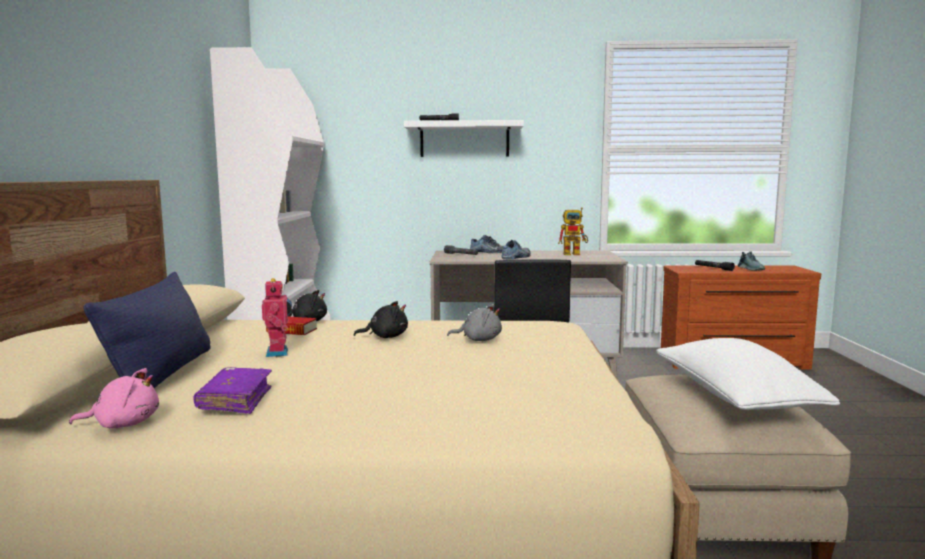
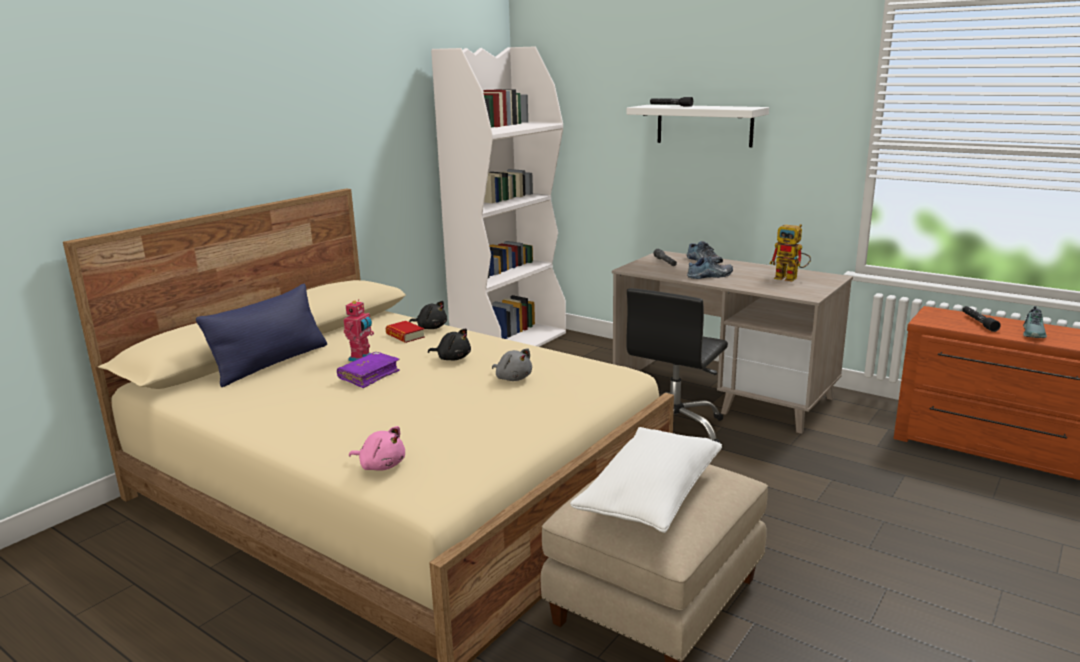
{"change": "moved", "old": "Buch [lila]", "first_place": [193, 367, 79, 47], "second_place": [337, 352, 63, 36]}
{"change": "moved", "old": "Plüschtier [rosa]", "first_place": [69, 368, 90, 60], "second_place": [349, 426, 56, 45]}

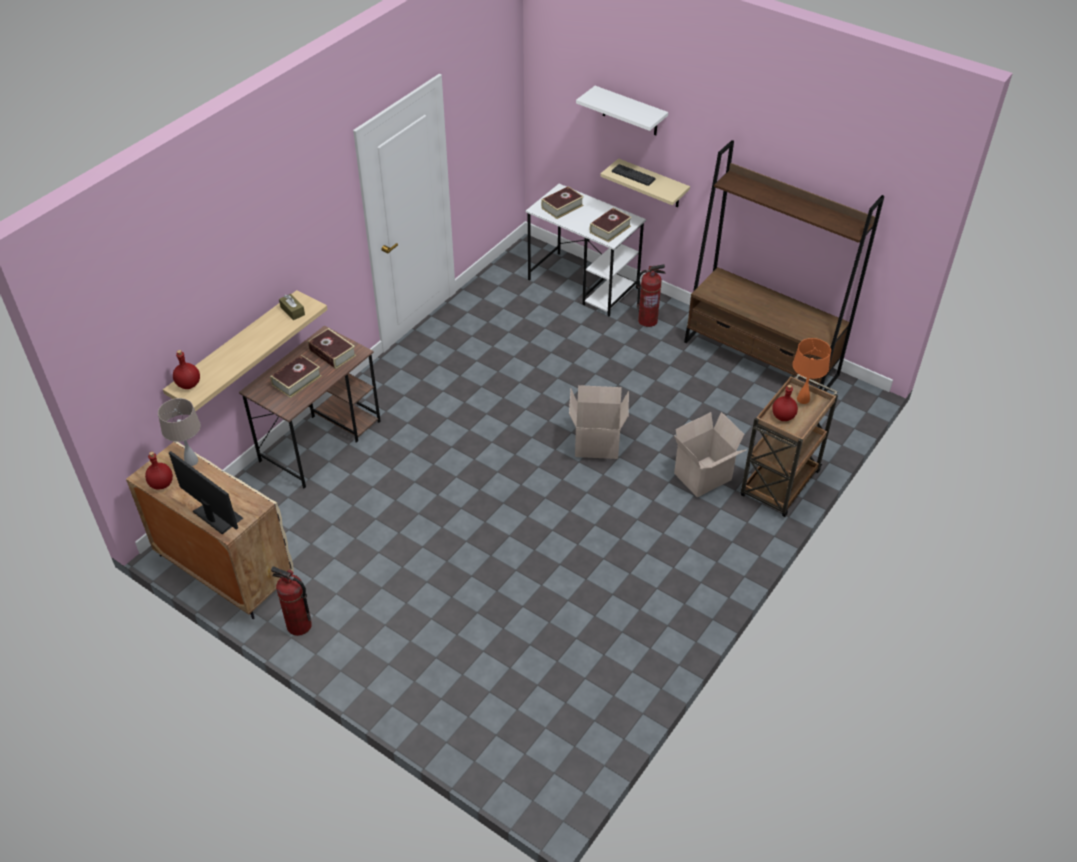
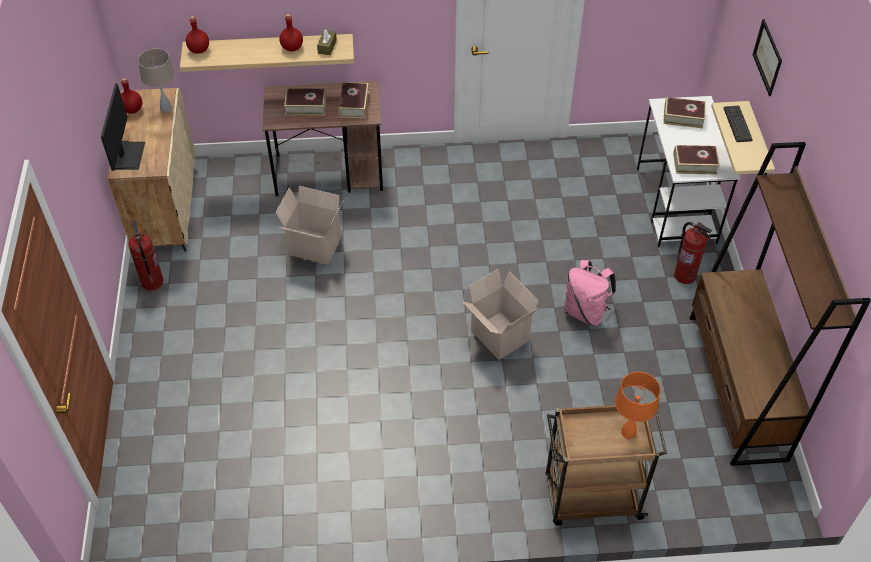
{"change": "replaced", "old": "Wandregal [weiß]", "new": "Bild", "first_place": [576, 86, 92, 49], "second_place": [752, 19, 30, 77]}
{"change": "moved", "old": "Flasche [rot]", "first_place": [772, 385, 26, 36], "second_place": [279, 14, 24, 38]}
{"change": "moved", "old": "Karton", "first_place": [674, 412, 72, 86], "second_place": [276, 186, 67, 79]}
{"change": "added", "new": "Rucksack [rosa]", "second_place": [564, 260, 52, 66]}

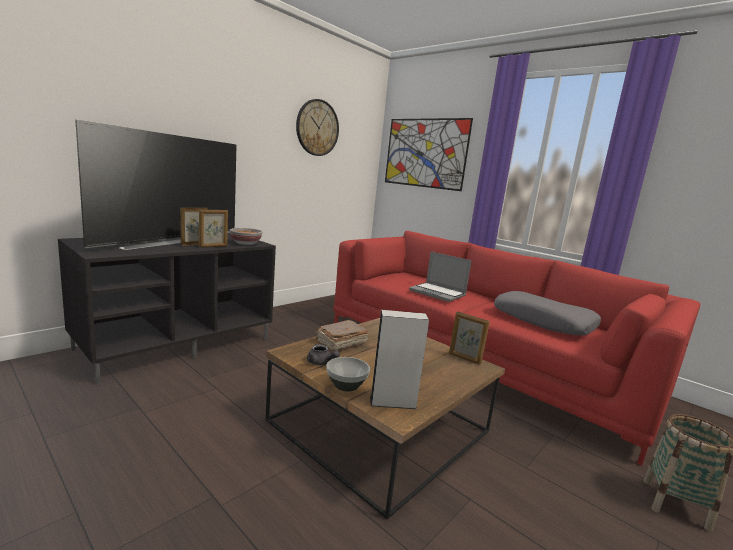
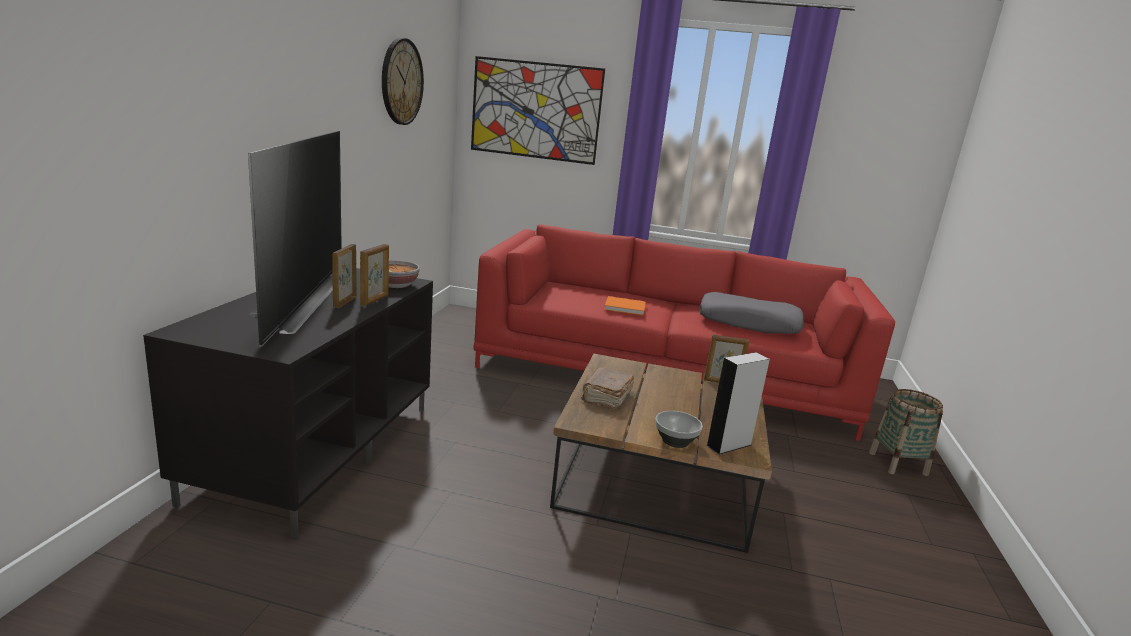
{"change": "replaced", "old": "Laptop", "new": "Buch [orange]", "first_place": [409, 251, 63, 51], "second_place": [604, 296, 42, 19]}
{"change": "removed", "old": "Teekanne [grau]", "first_place": [307, 344, 33, 21]}

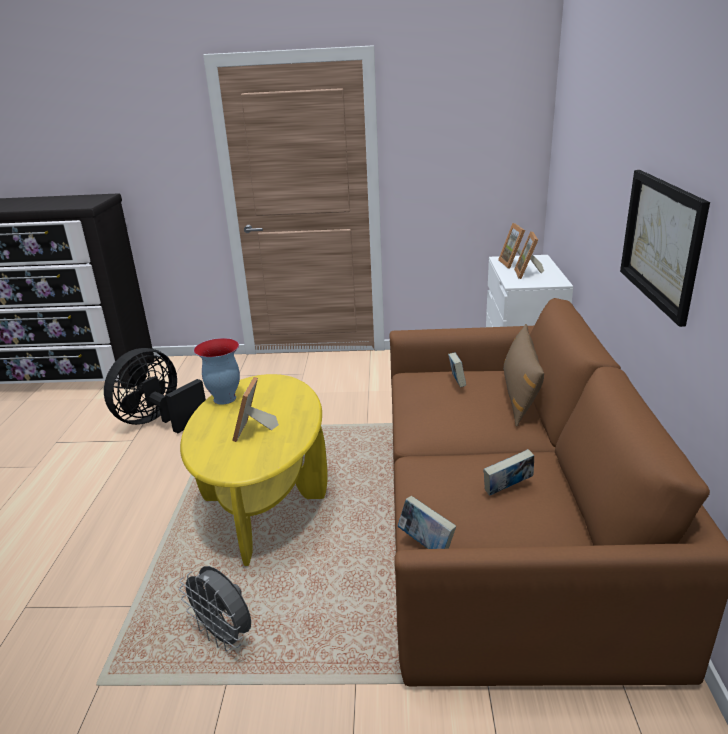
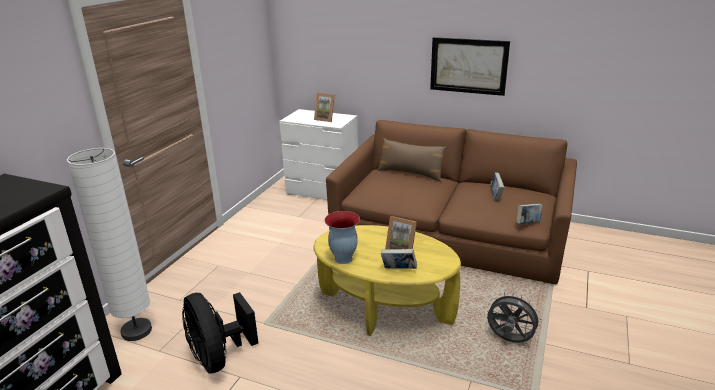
{"change": "removed", "old": "Bilderrahmen", "first_place": [498, 223, 27, 46]}
{"change": "moved", "old": "Buch", "first_place": [448, 352, 18, 35], "second_place": [381, 249, 36, 20]}
{"change": "turned", "old": "Ventilator [grau]", "first_place": [179, 566, 72, 85], "second_place": [487, 292, 55, 51], "degrees": -120}
{"change": "added", "new": "Stehlampe [weiß]", "second_place": [67, 148, 85, 193]}

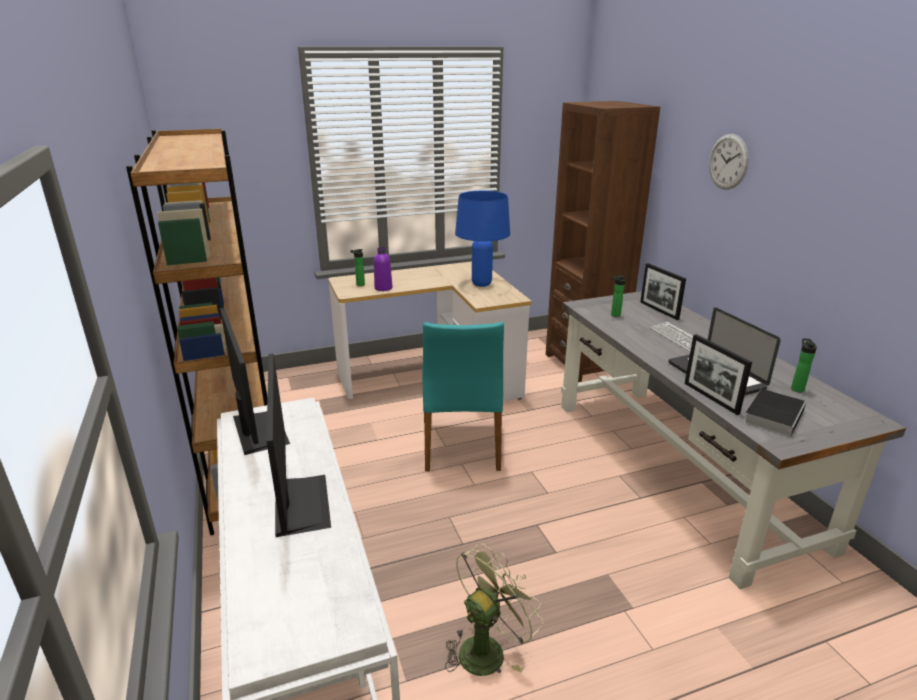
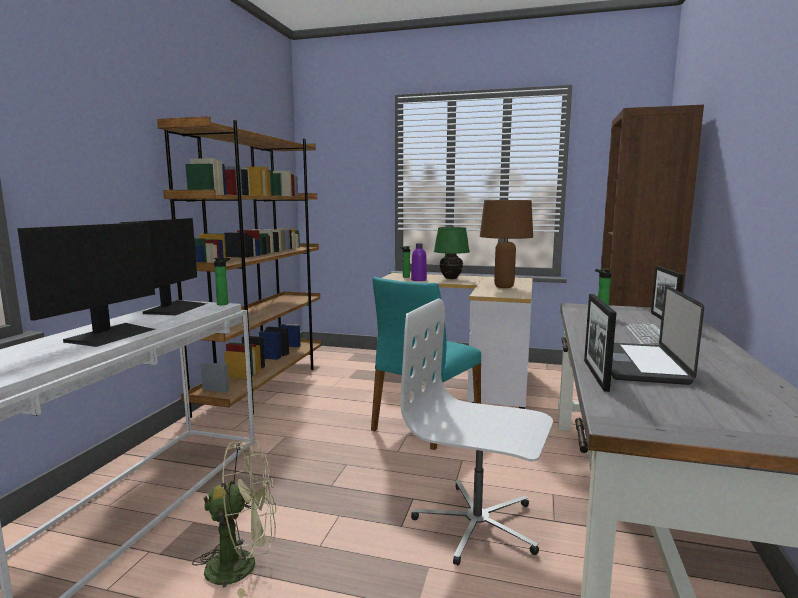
{"change": "removed", "old": "Wanduhr", "first_place": [709, 134, 40, 56]}
{"change": "recoloured", "old": "Tischlampe [blau]", "new": "Tischlampe [braun]", "first_place": [455, 191, 55, 96], "second_place": [480, 200, 53, 88]}
{"change": "moved", "old": "Flasche", "first_place": [791, 339, 26, 53], "second_place": [214, 258, 16, 47]}
{"change": "removed", "old": "Buch", "first_place": [744, 389, 62, 48]}
{"change": "added", "new": "Tischlampe [grün]", "second_place": [434, 227, 36, 52]}
{"change": "added", "new": "Bürostuhl [weiß]", "second_place": [401, 299, 152, 267]}

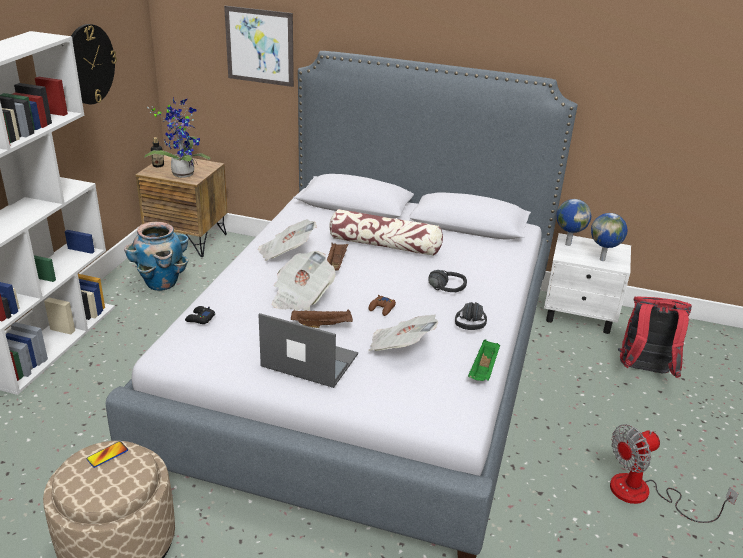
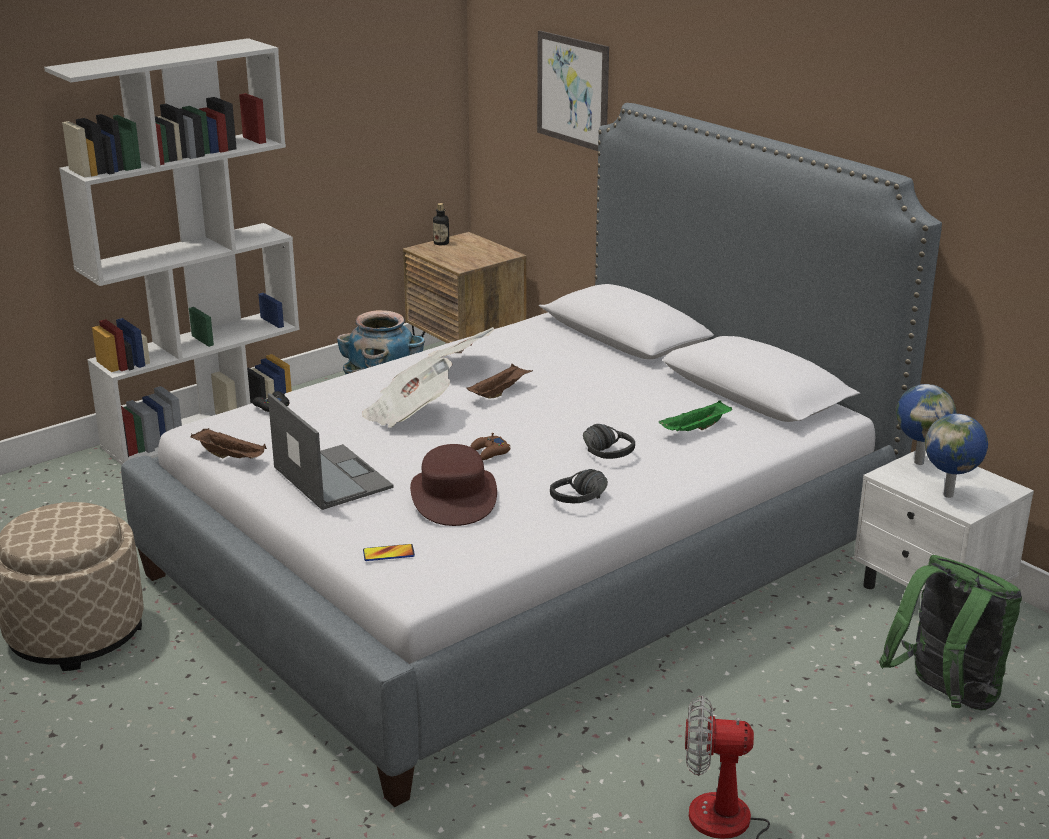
{"change": "removed", "old": "Wanduhr", "first_place": [71, 24, 46, 80]}
{"change": "removed", "old": "Topfpflanze", "first_place": [144, 96, 67, 82]}
{"change": "removed", "old": "Kissen", "first_place": [329, 209, 114, 47]}
{"change": "recoloured", "old": "Rucksack [rot]", "new": "Rucksack [grün]", "first_place": [618, 297, 74, 81], "second_place": [879, 555, 143, 155]}
{"change": "moved", "old": "Tablett [braun]", "first_place": [291, 309, 62, 19], "second_place": [191, 428, 76, 30]}
{"change": "replaced", "old": "Zeitung", "new": "Hut [braun]", "first_place": [368, 314, 70, 37], "second_place": [410, 444, 87, 82]}
{"change": "moved", "old": "Tablett [grün]", "first_place": [468, 339, 32, 42], "second_place": [659, 400, 73, 31]}
{"change": "moved", "old": "Handy", "first_place": [86, 441, 42, 27], "second_place": [363, 544, 52, 17]}

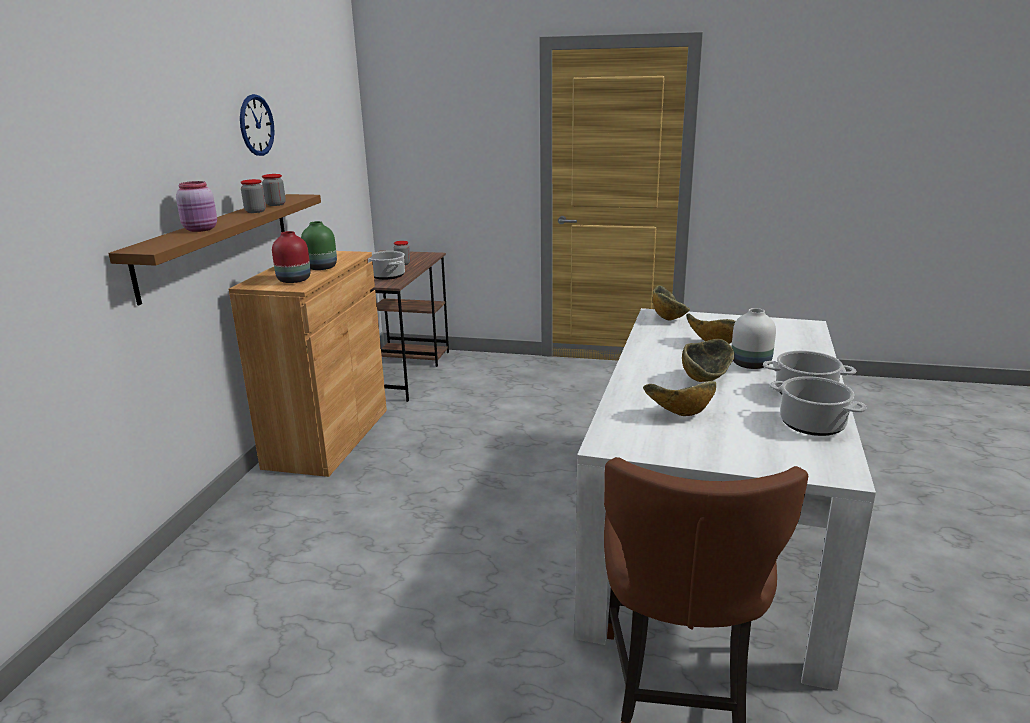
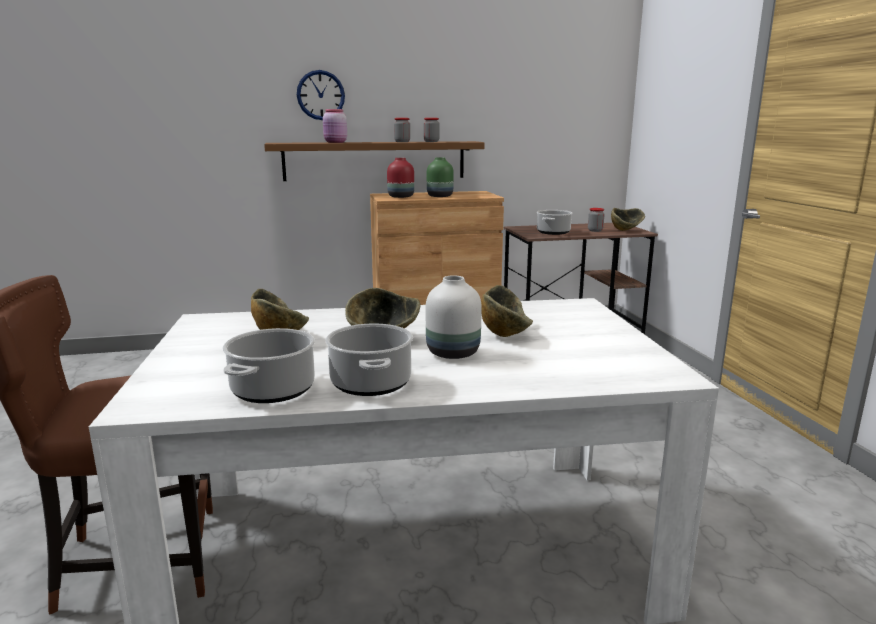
{"change": "moved", "old": "Wanduhr", "first_place": [240, 94, 35, 62], "second_place": [297, 70, 48, 50]}
{"change": "moved", "old": "Schüssel", "first_place": [653, 285, 37, 35], "second_place": [611, 208, 34, 23]}

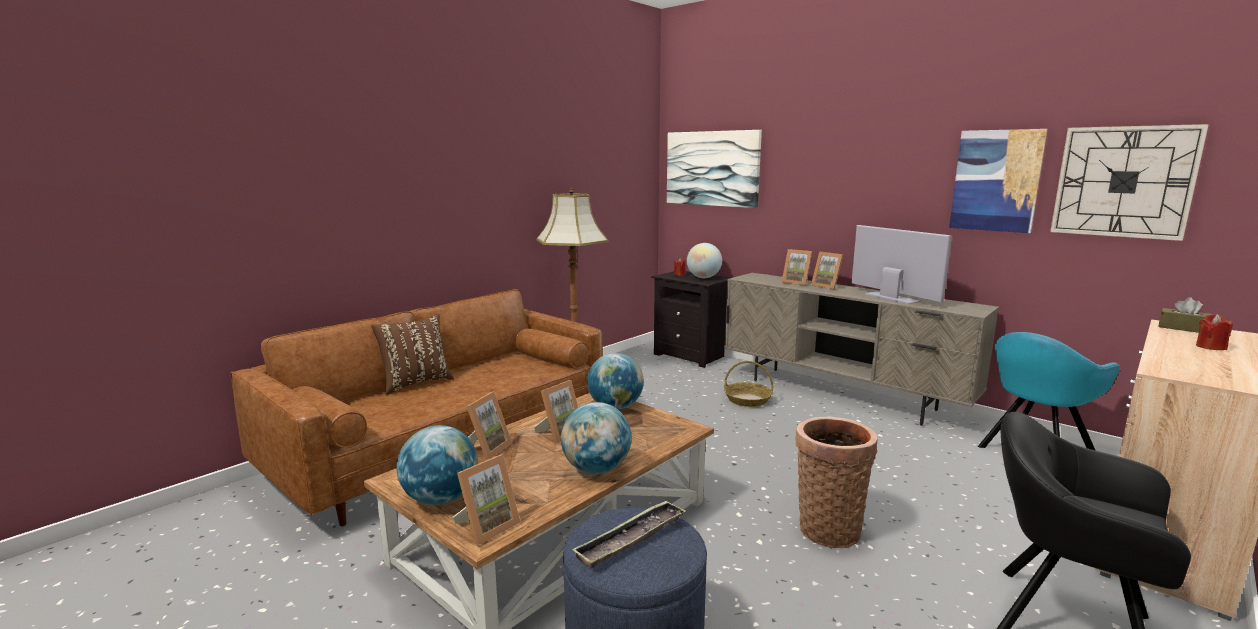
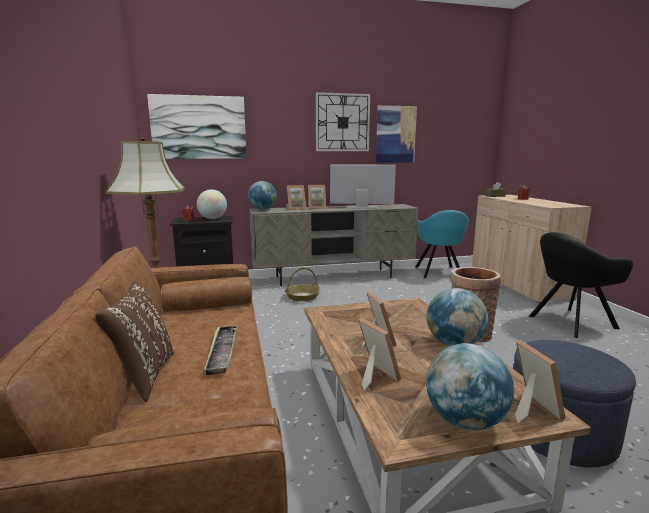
{"change": "moved", "old": "Wanduhr", "first_place": [1050, 124, 159, 117], "second_place": [316, 92, 54, 59]}
{"change": "moved", "old": "Globus", "first_place": [587, 353, 57, 57], "second_place": [248, 181, 29, 29]}
{"change": "moved", "old": "Tablett", "first_place": [572, 500, 114, 68], "second_place": [204, 325, 33, 50]}

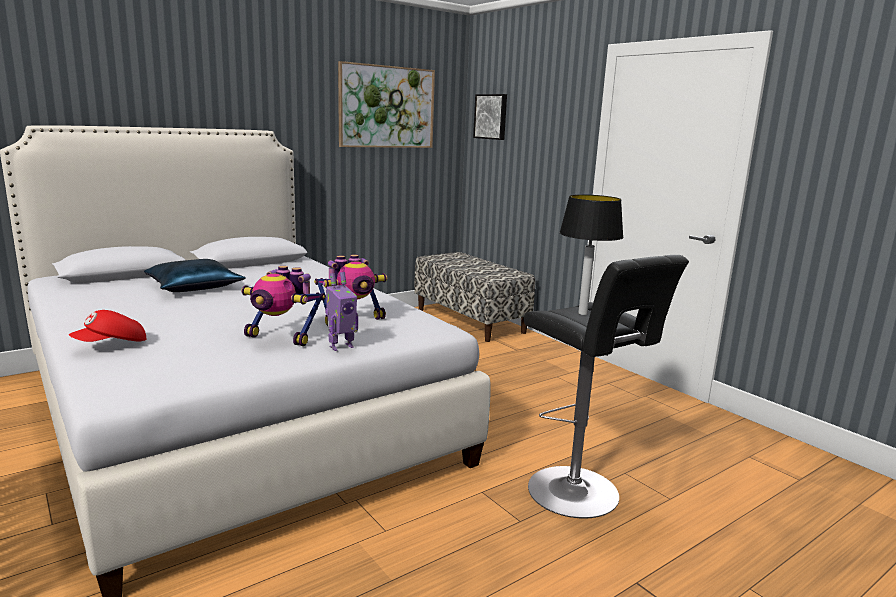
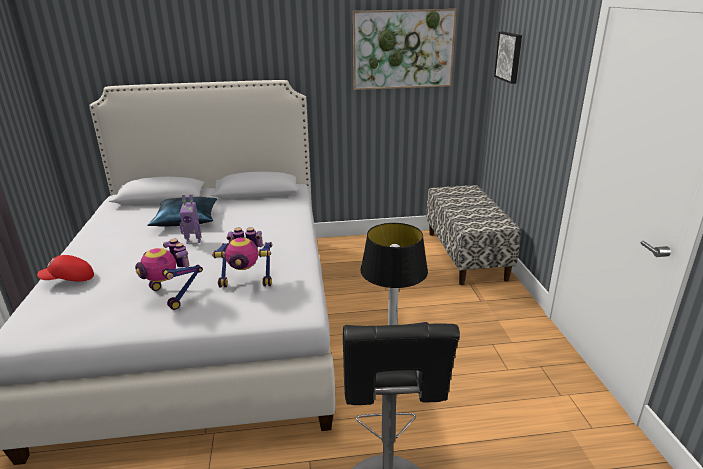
{"change": "moved", "old": "Spielzeugroboter", "first_place": [325, 272, 33, 79], "second_place": [180, 194, 21, 50]}

